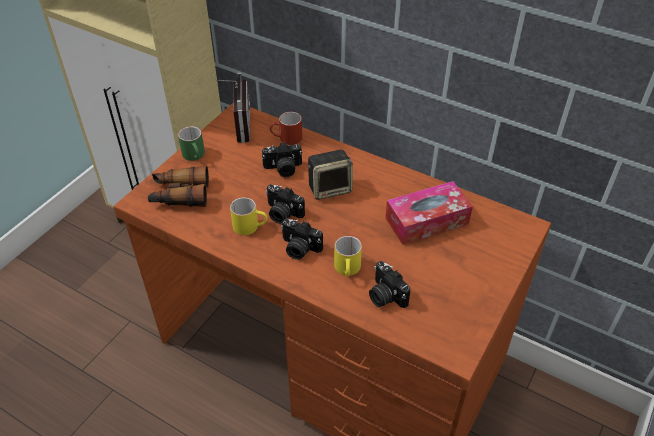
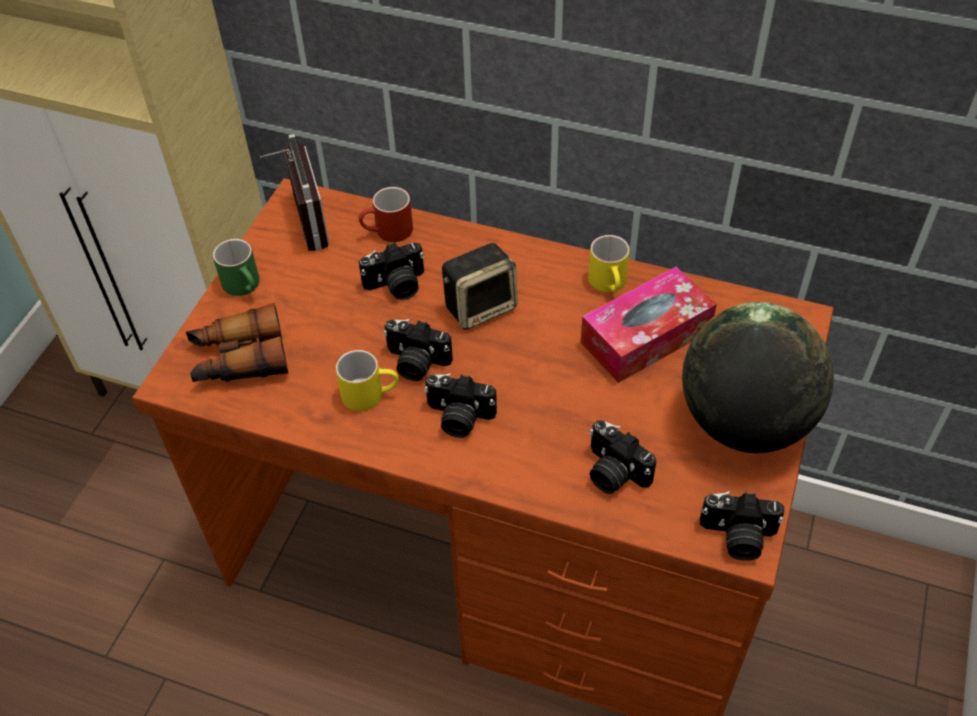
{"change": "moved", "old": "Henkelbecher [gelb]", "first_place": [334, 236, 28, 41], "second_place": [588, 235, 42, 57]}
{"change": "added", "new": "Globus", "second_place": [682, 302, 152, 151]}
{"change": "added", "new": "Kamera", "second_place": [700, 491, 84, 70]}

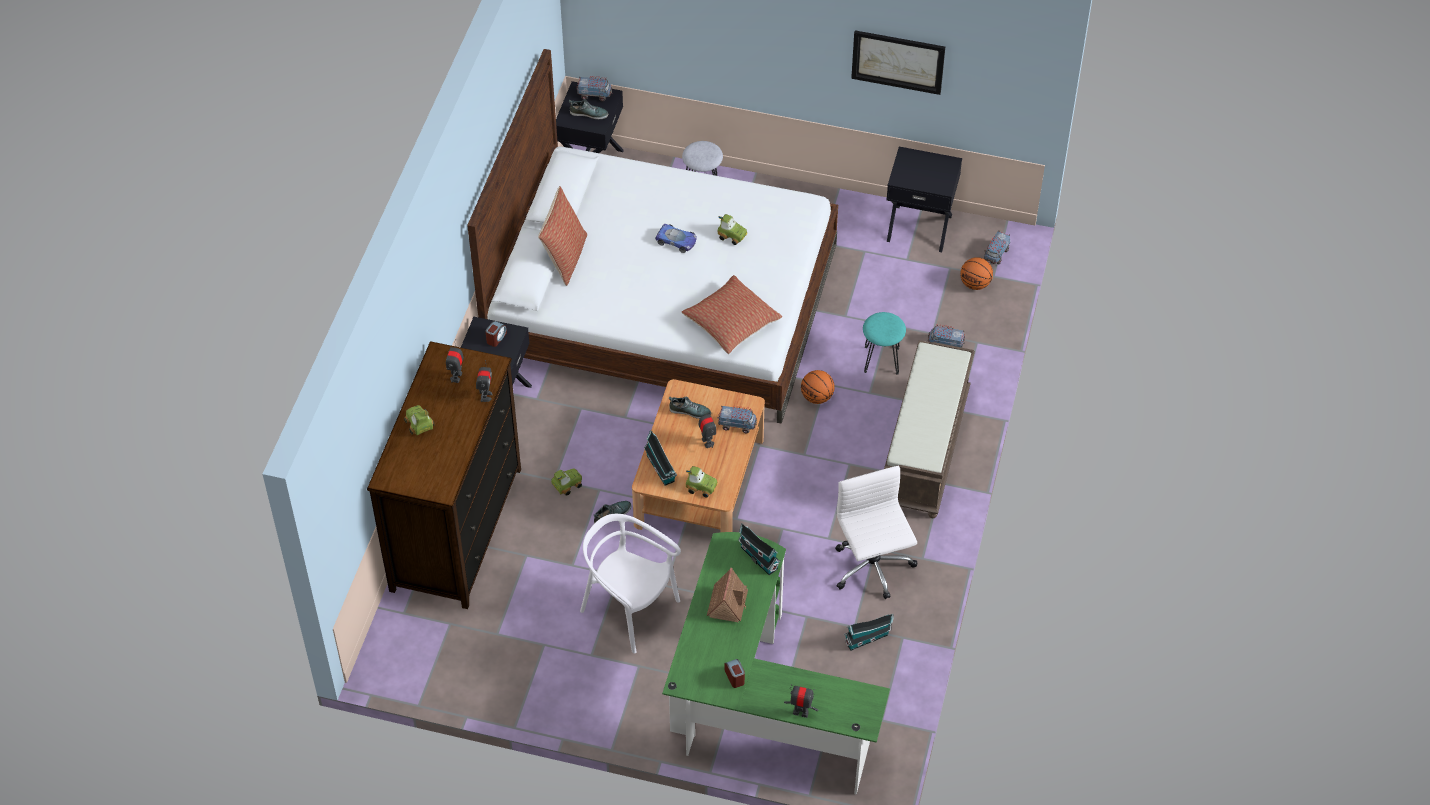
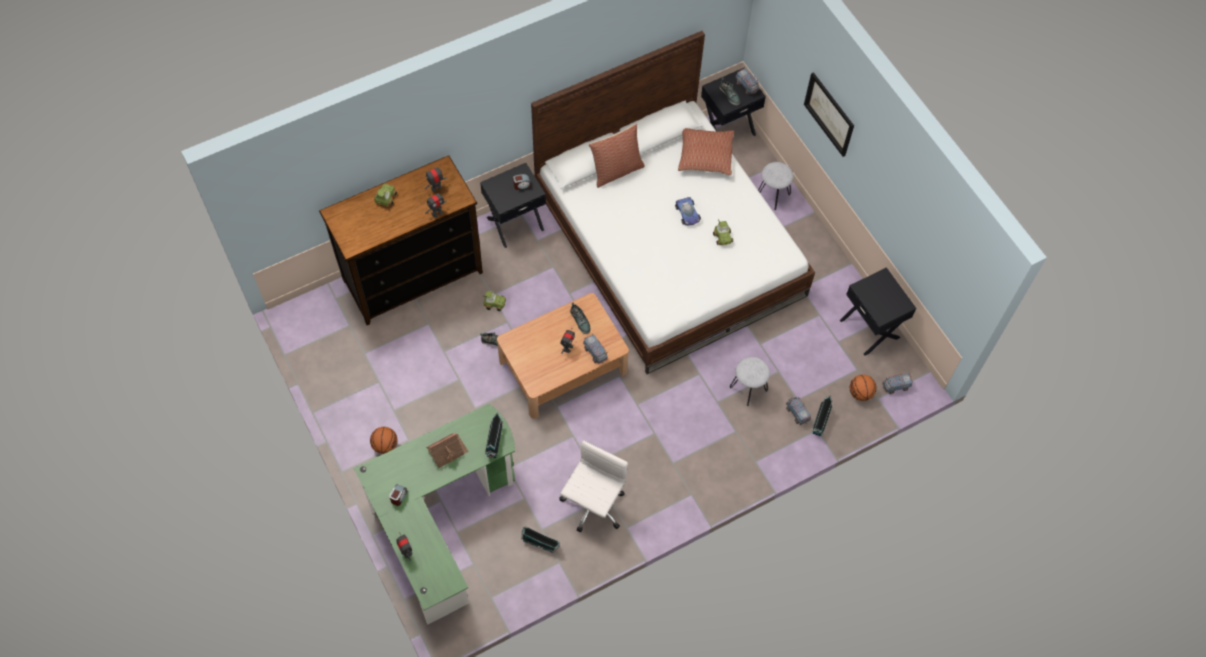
{"change": "moved", "old": "Bild", "first_place": [851, 30, 94, 65], "second_place": [804, 72, 50, 85]}
{"change": "moved", "old": "Kissen", "first_place": [681, 275, 101, 79], "second_place": [678, 128, 56, 47]}
{"change": "recoloured", "old": "Hocker [türkis]", "new": "Hocker [grau]", "first_place": [863, 312, 43, 62], "second_place": [730, 357, 40, 49]}
{"change": "removed", "old": "Bank [braun]", "first_place": [884, 340, 91, 178]}
{"change": "moved", "old": "Basketball", "first_place": [801, 370, 34, 34], "second_place": [370, 427, 28, 27]}
{"change": "moved", "old": "Spielzeughaus", "first_place": [644, 430, 33, 56], "second_place": [812, 396, 21, 40]}
{"change": "removed", "old": "Spielzeugauto", "first_place": [686, 466, 32, 32]}
{"change": "removed", "old": "Stuhl [weiß]", "first_place": [580, 514, 101, 140]}

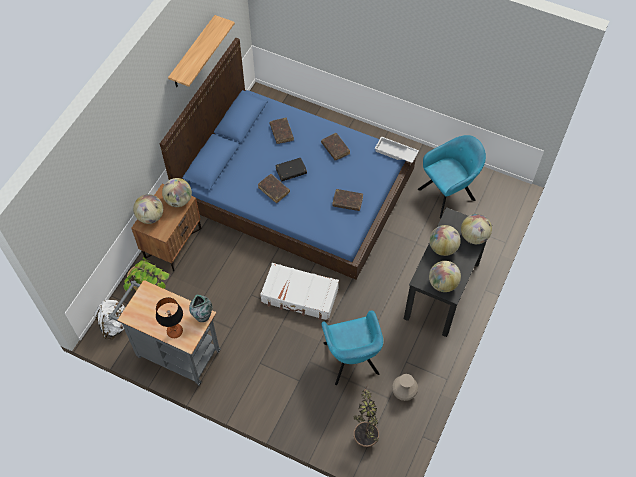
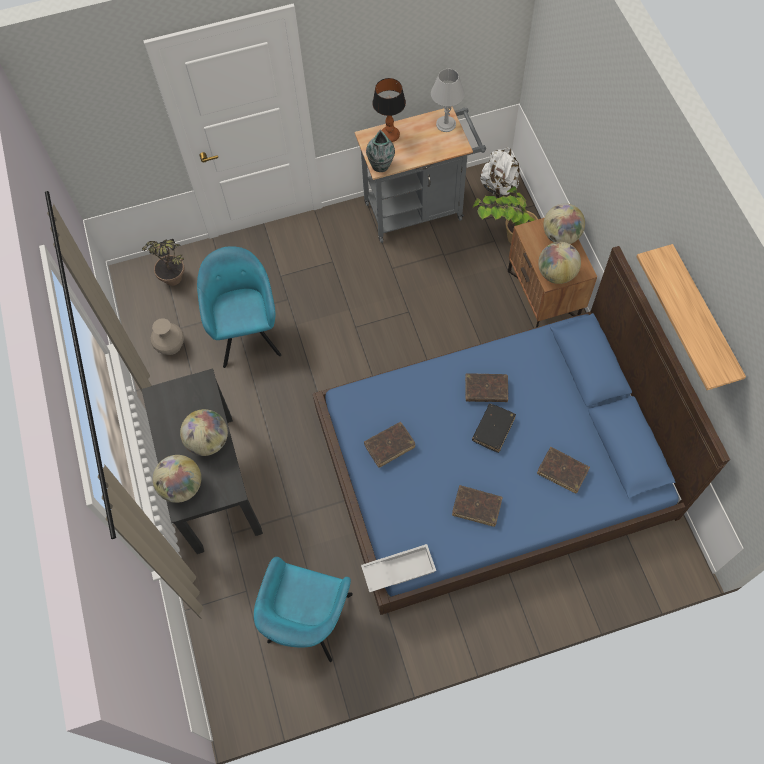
{"change": "removed", "old": "Globus", "first_place": [429, 261, 32, 31]}
{"change": "removed", "old": "Koffer [weiß]", "first_place": [260, 263, 79, 58]}
{"change": "turned", "old": "Sessel [türkis]", "first_place": [322, 310, 61, 75], "second_place": [197, 246, 84, 122], "degrees": 45}
{"change": "added", "new": "Tischlampe [grau]", "second_place": [431, 69, 34, 63]}

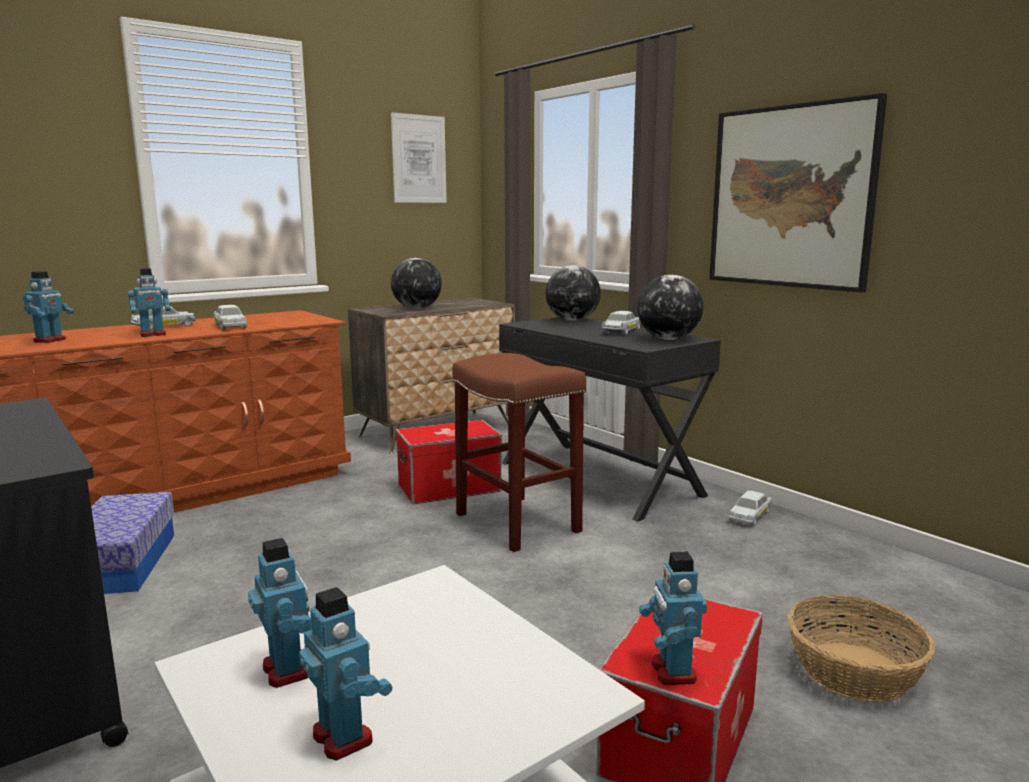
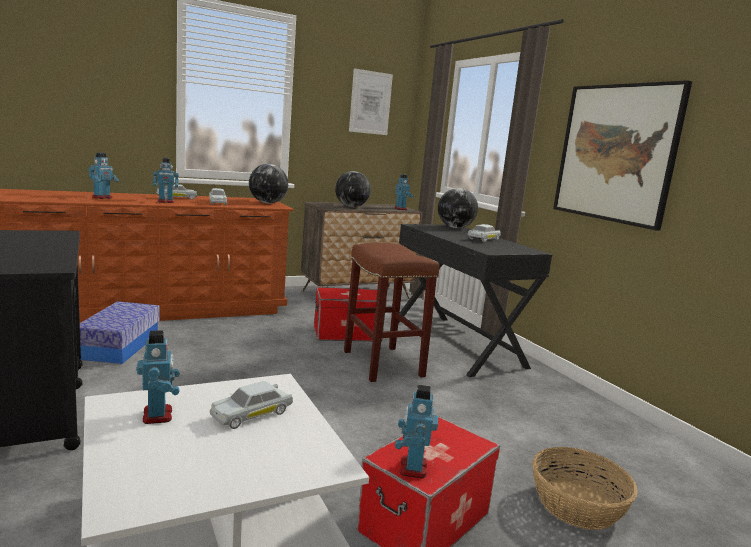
{"change": "moved", "old": "Globus", "first_place": [637, 275, 66, 65], "second_place": [249, 164, 39, 39]}
{"change": "moved", "old": "Spielzeugauto [weiß]", "first_place": [728, 491, 44, 35], "second_place": [210, 381, 83, 48]}
{"change": "moved", "old": "Spielzeugroboter", "first_place": [299, 587, 93, 174], "second_place": [395, 174, 19, 36]}

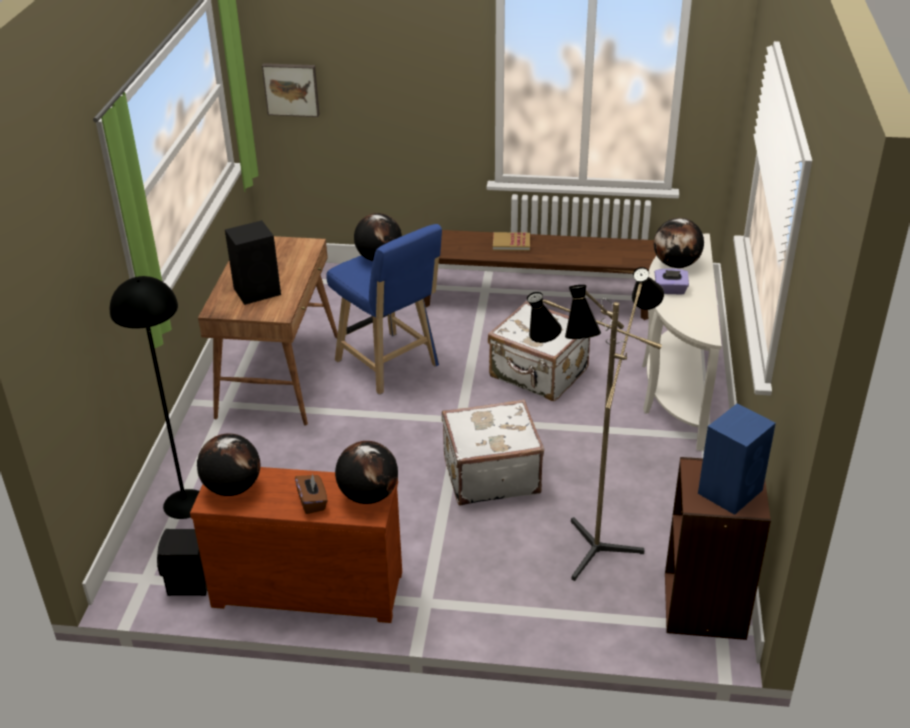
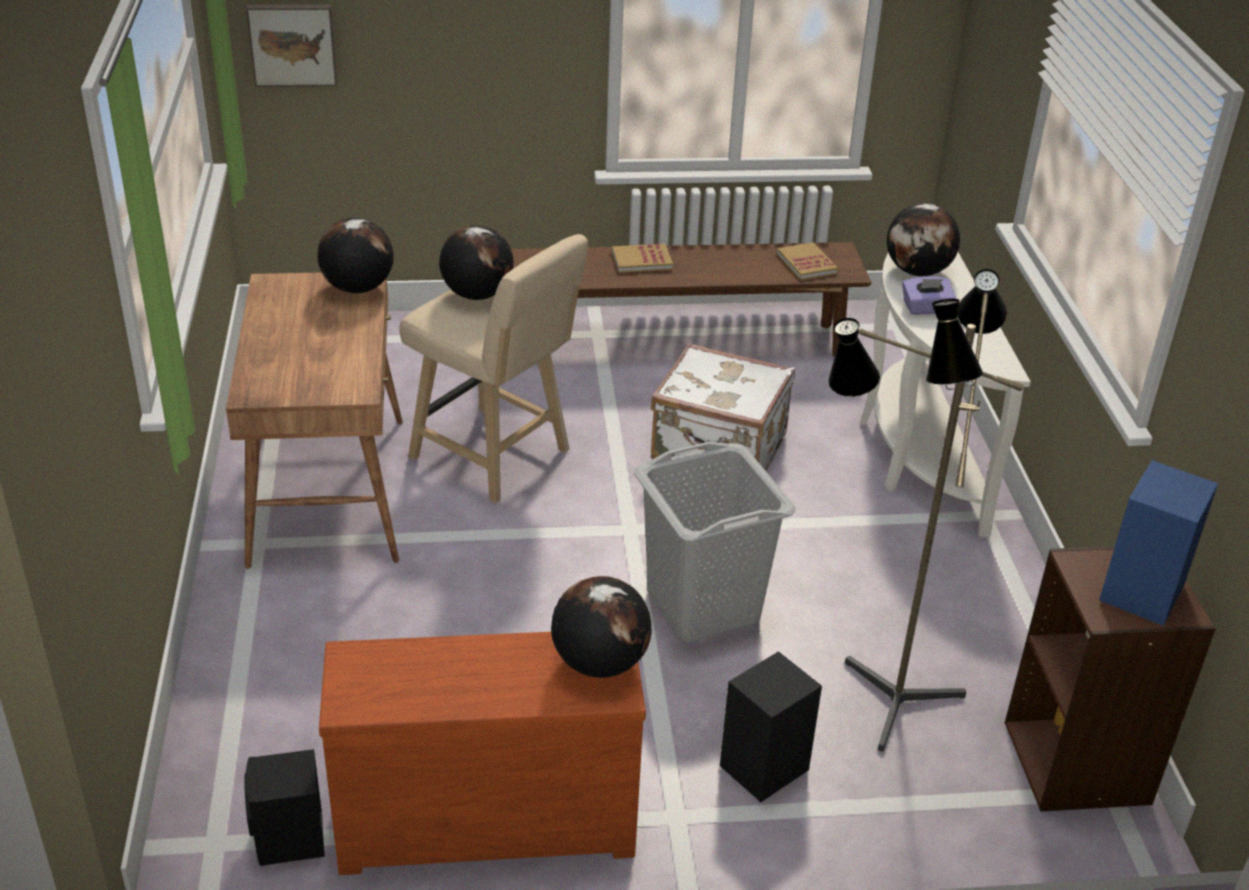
{"change": "moved", "old": "Lautsprecher [schwarz]", "first_place": [225, 220, 56, 85], "second_place": [720, 651, 102, 151]}
{"change": "recoloured", "old": "Hocker [blau]", "new": "Hocker [beige]", "first_place": [326, 224, 116, 171], "second_place": [399, 234, 189, 269]}
{"change": "removed", "old": "Stehlampe [schwarz]", "first_place": [110, 276, 89, 243]}
{"change": "replaced", "old": "Koffer [weiß]", "new": "Wäschekorb [grau]", "first_place": [442, 399, 102, 107], "second_place": [634, 442, 162, 200]}
{"change": "moved", "old": "Globus", "first_place": [197, 433, 63, 63], "second_place": [317, 217, 77, 76]}
{"change": "removed", "old": "Taschentuchbox [braun]", "first_place": [295, 474, 33, 40]}
{"change": "added", "new": "Buch", "second_place": [777, 242, 62, 38]}

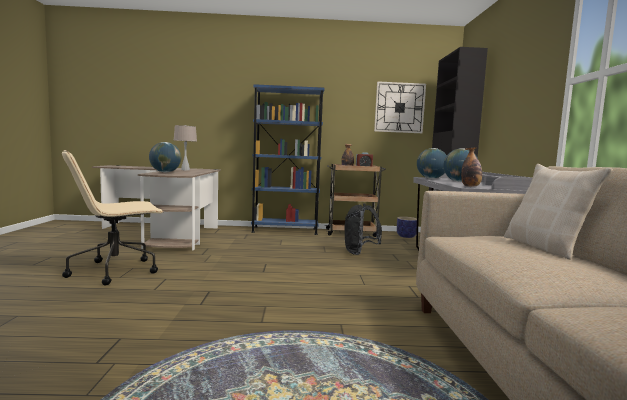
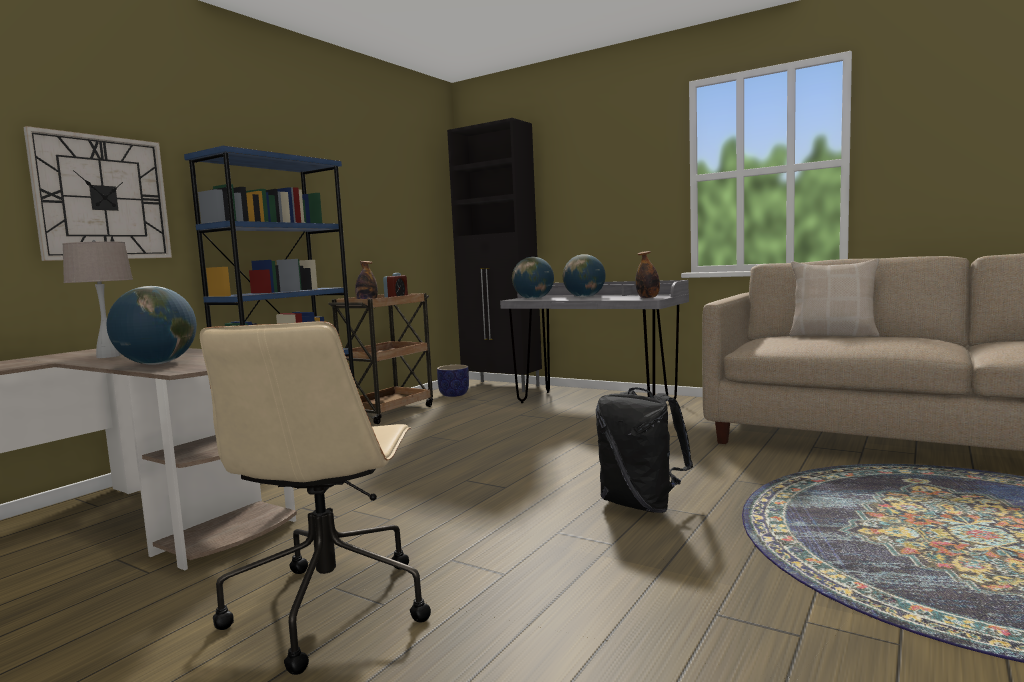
{"change": "moved", "old": "Wanduhr", "first_place": [374, 81, 52, 52], "second_place": [23, 126, 149, 135]}
{"change": "moved", "old": "Rucksack [schwarz]", "first_place": [345, 203, 37, 52], "second_place": [596, 388, 97, 125]}

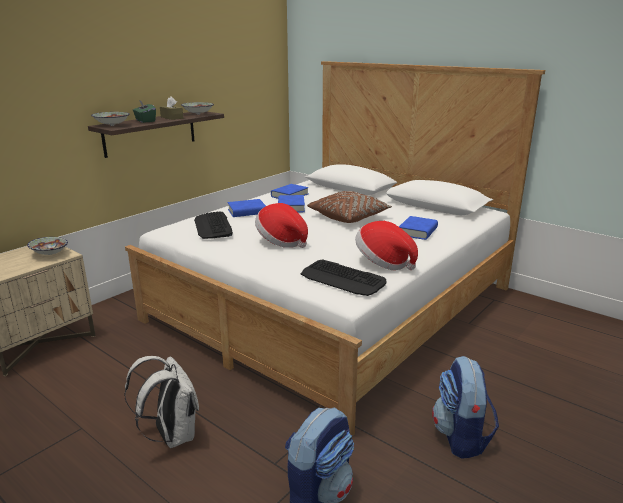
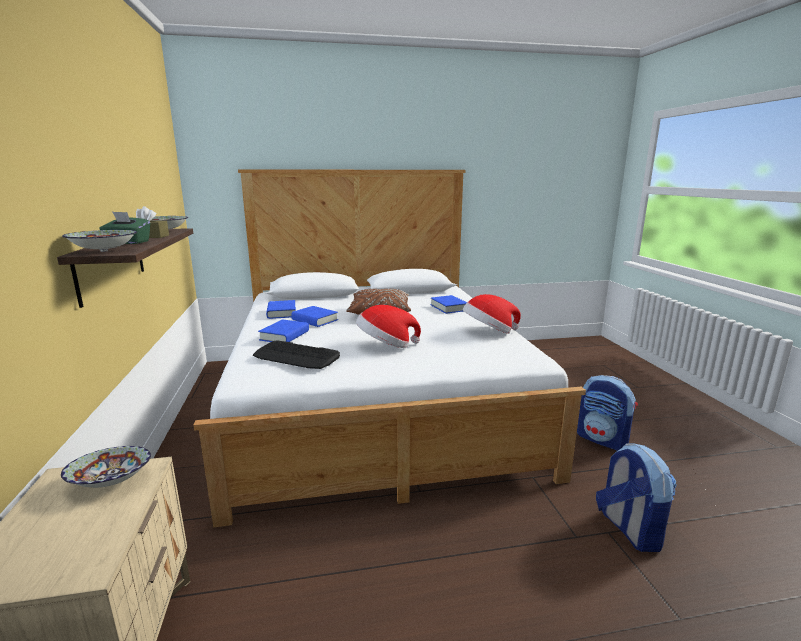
{"change": "removed", "old": "Tastatur", "first_place": [301, 259, 86, 37]}
{"change": "removed", "old": "Rucksack [weiß]", "first_place": [124, 356, 75, 92]}

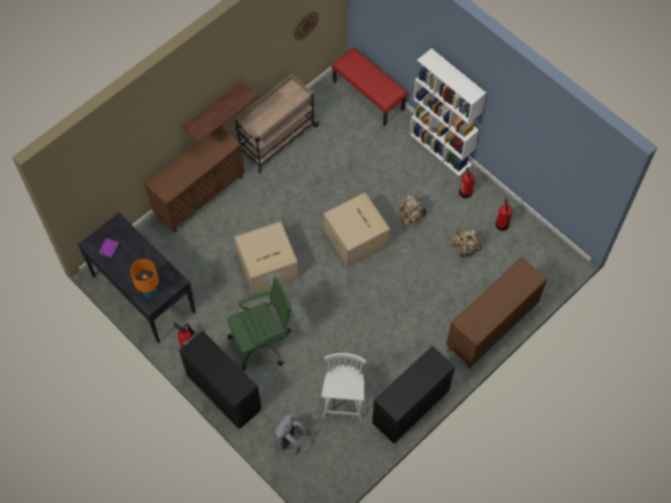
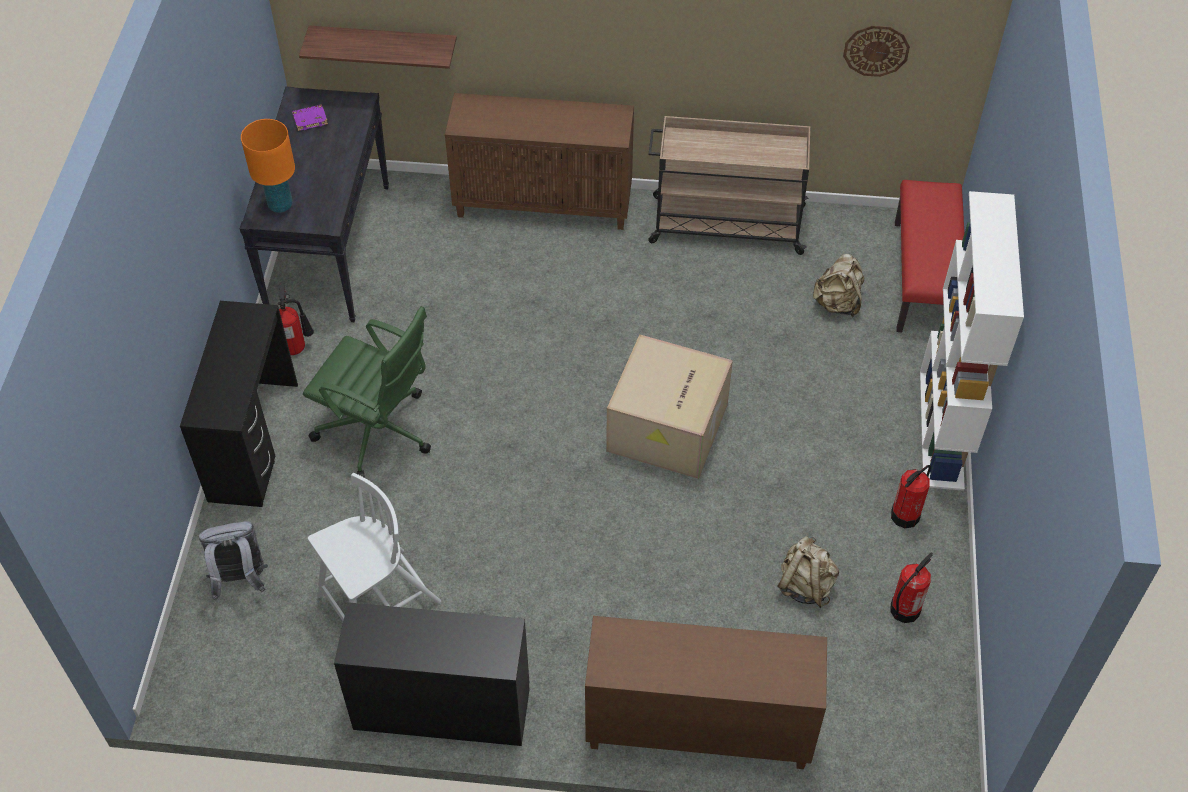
{"change": "moved", "old": "Wandregal", "first_place": [182, 80, 77, 63], "second_place": [299, 25, 158, 44]}
{"change": "moved", "old": "Rucksack [beige]", "first_place": [399, 195, 27, 29], "second_place": [813, 254, 51, 63]}
{"change": "removed", "old": "Karton", "first_place": [234, 221, 65, 73]}

